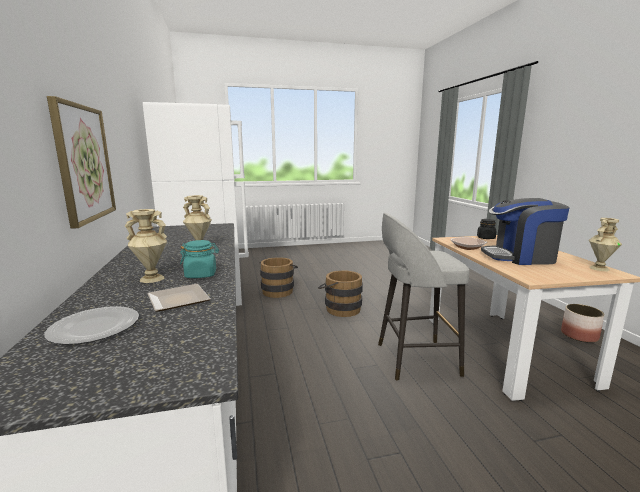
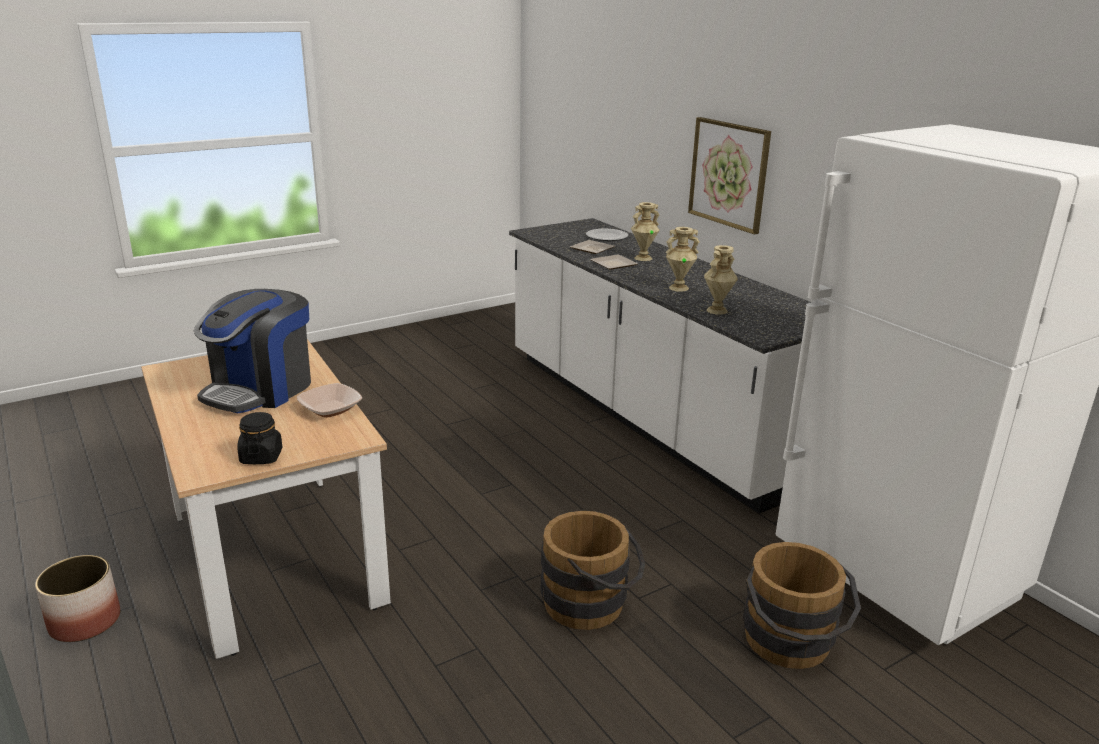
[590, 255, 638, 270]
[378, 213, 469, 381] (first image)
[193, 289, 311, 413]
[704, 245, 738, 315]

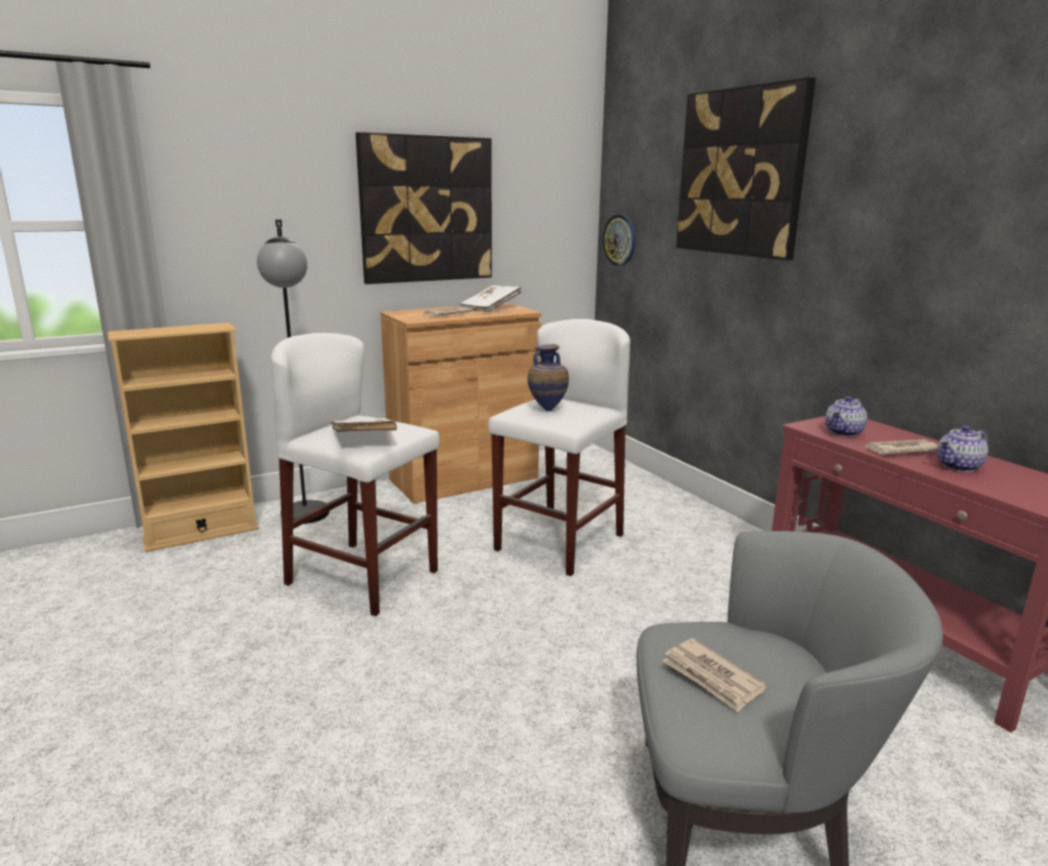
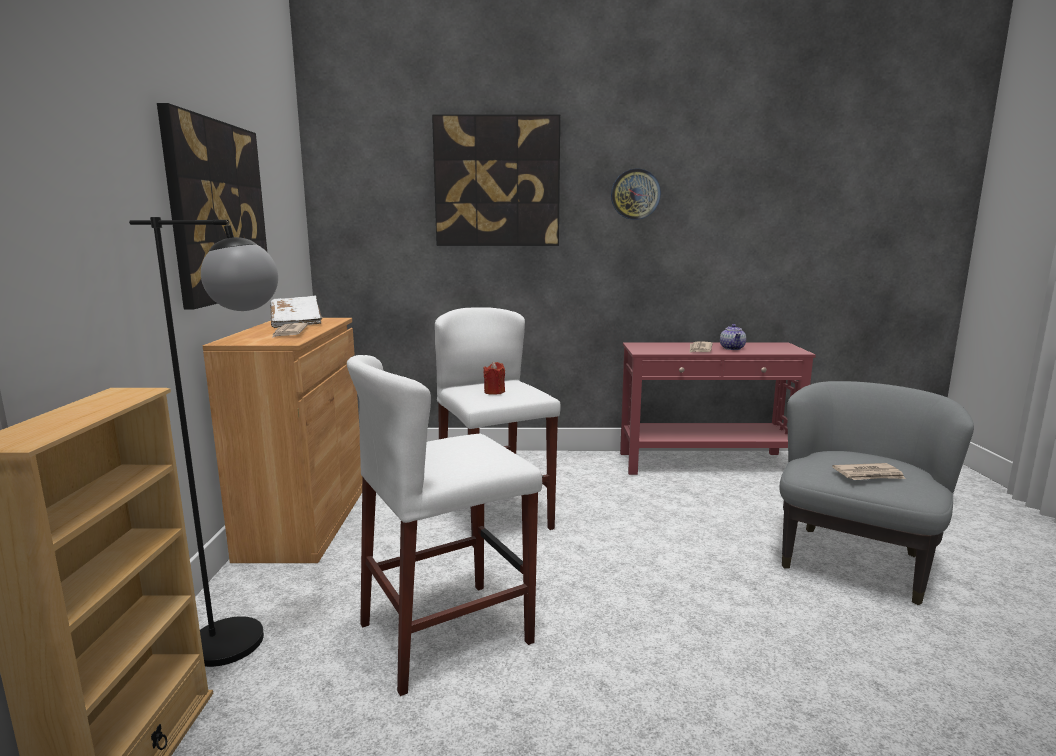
[331, 418, 397, 432] (first image)
[483, 362, 505, 395]
[611, 169, 661, 220]
[825, 396, 867, 437] (first image)

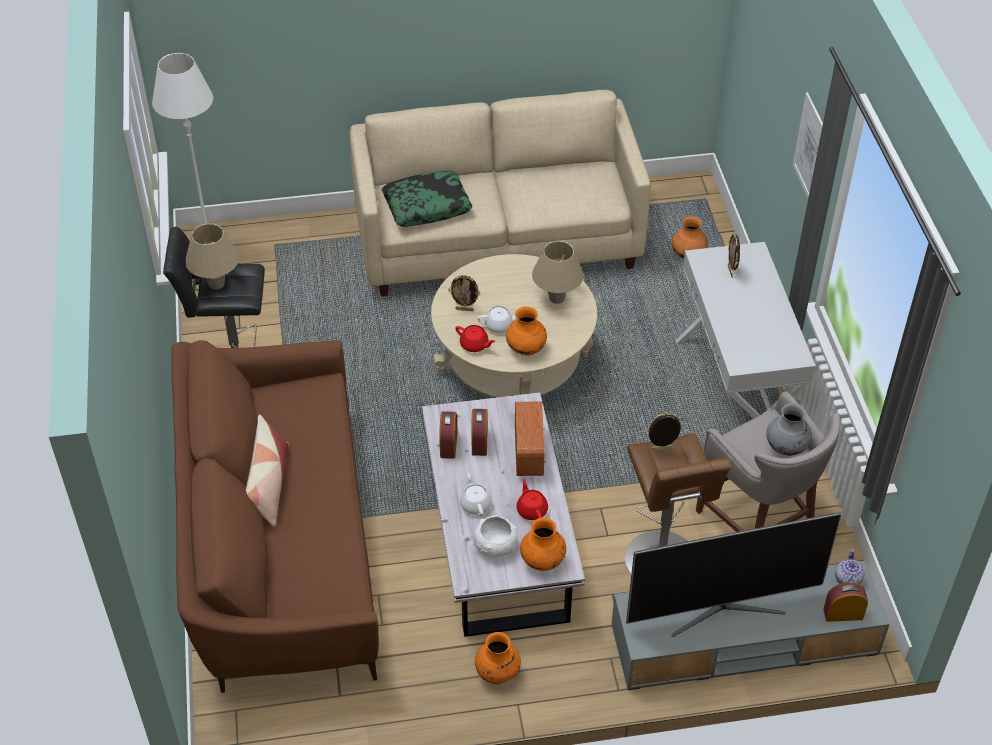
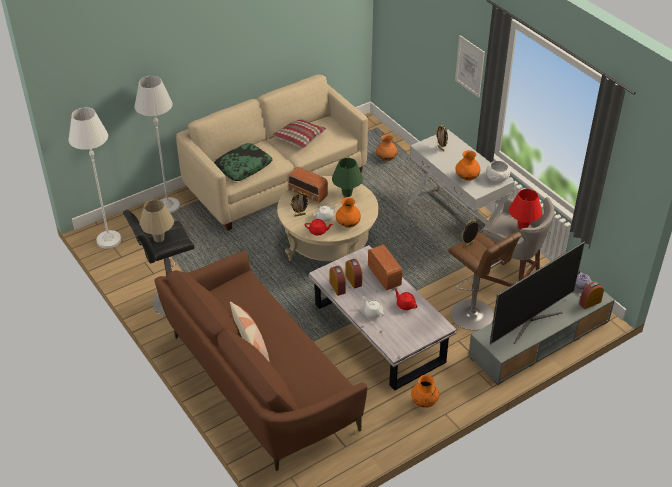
[486, 161, 510, 182]
[455, 150, 480, 181]
[332, 158, 363, 197]
[509, 189, 542, 230]
[135, 76, 180, 214]
[272, 119, 326, 149]
[287, 167, 328, 204]

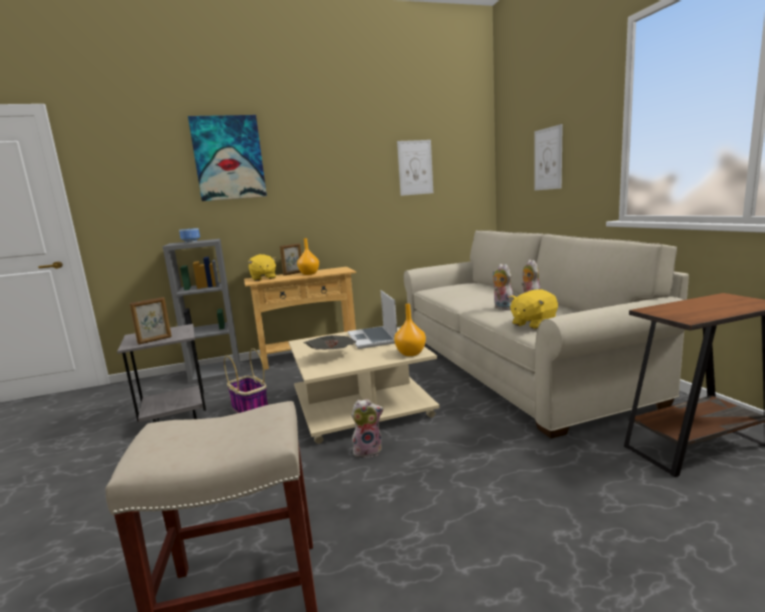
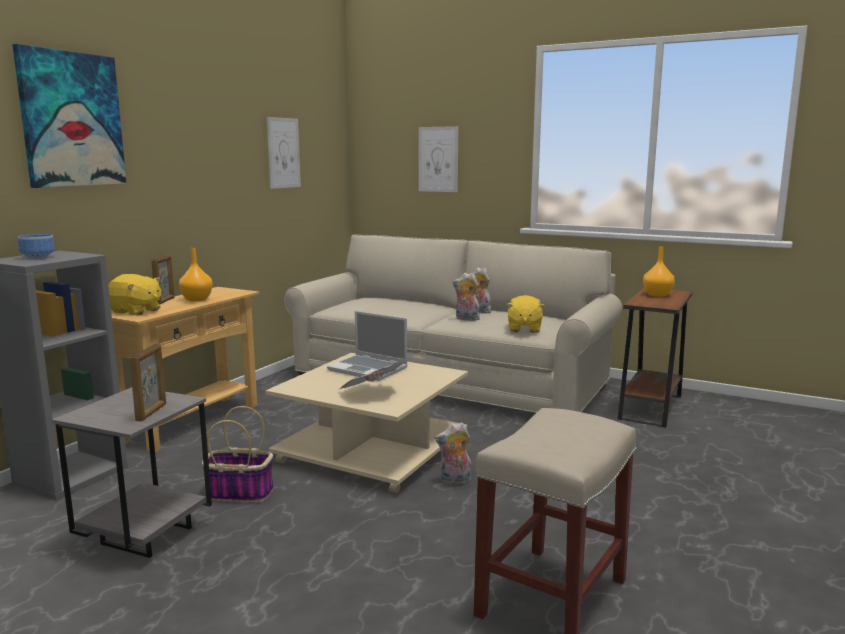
[435, 422, 471, 485]
[643, 246, 675, 297]

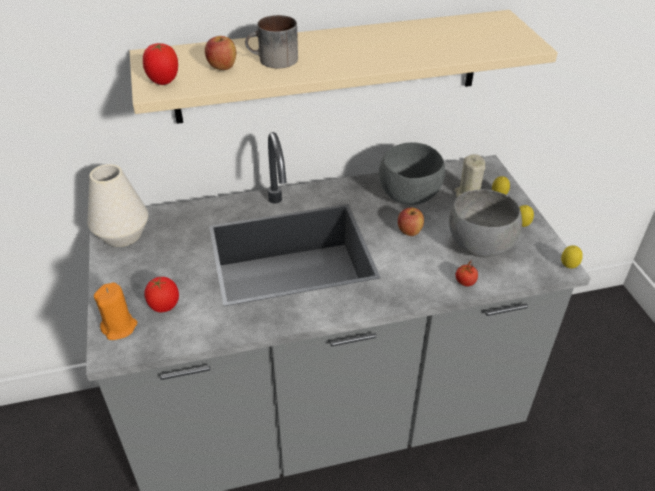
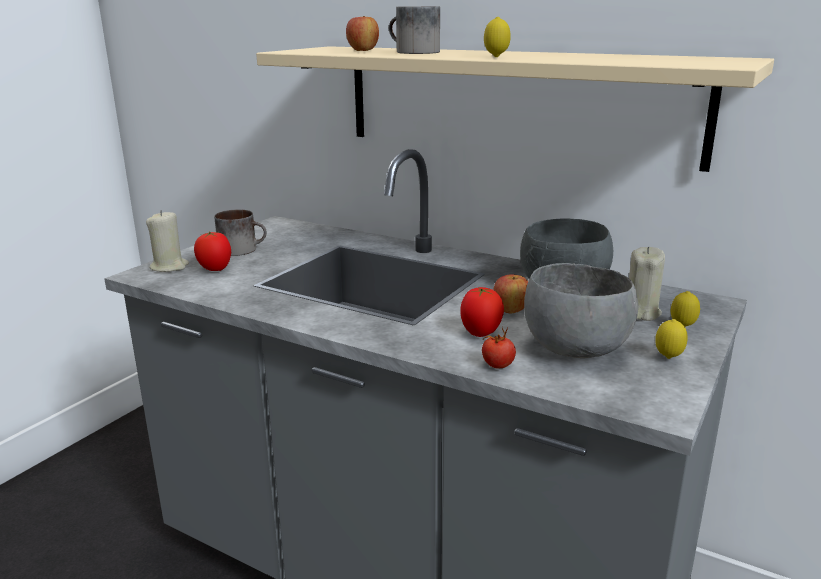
[87, 164, 148, 247] (first image)
[146, 210, 189, 272]
[460, 287, 504, 337]
[484, 17, 511, 57]
[214, 209, 267, 256]

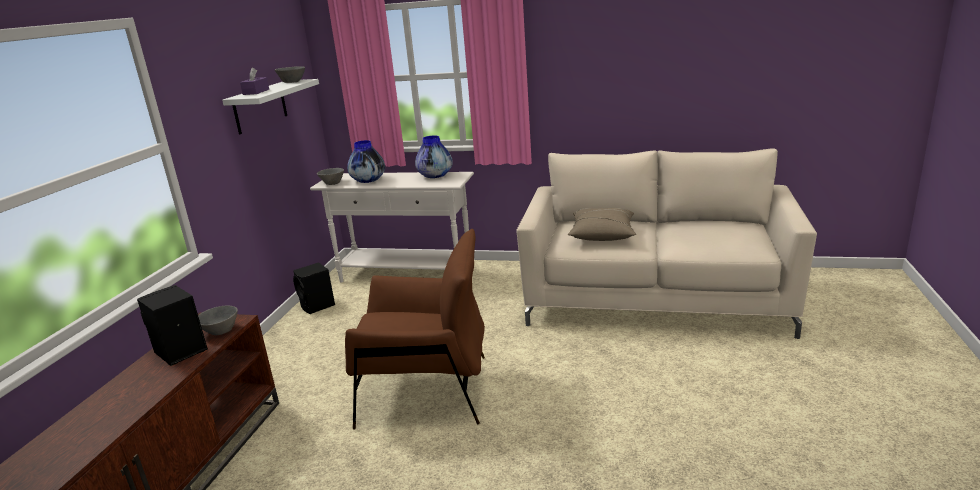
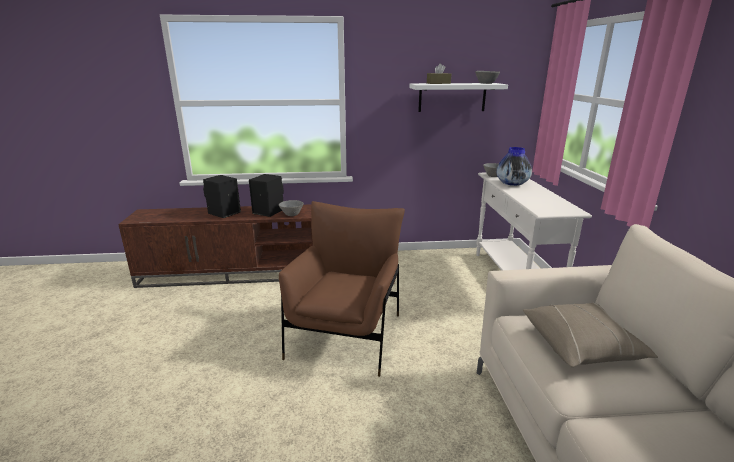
[427, 64, 451, 84]
[203, 175, 241, 218]
[279, 201, 405, 377]
[415, 136, 453, 178] (first image)

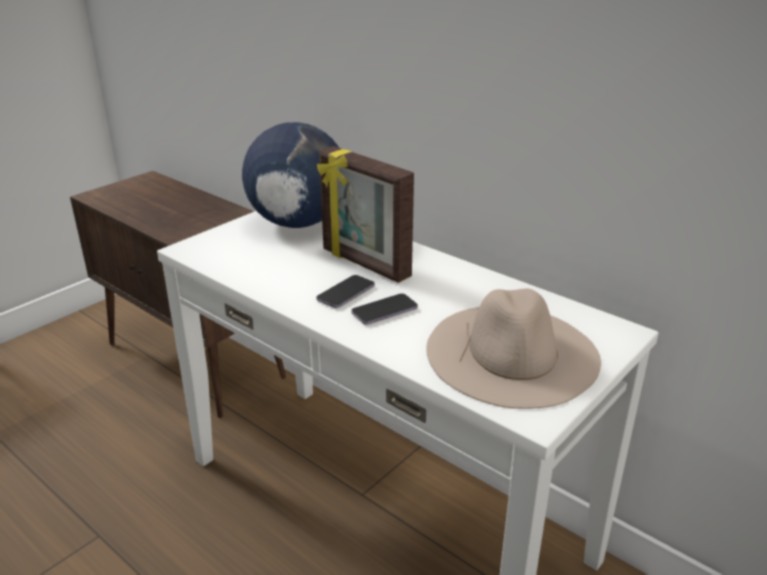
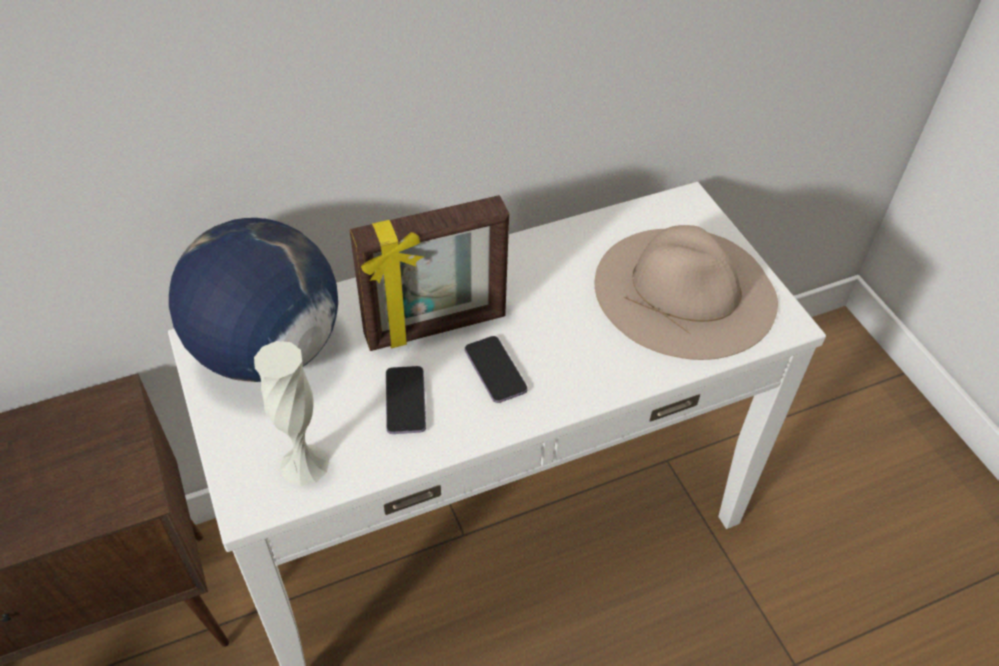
[386, 366, 426, 434]
[254, 341, 329, 486]

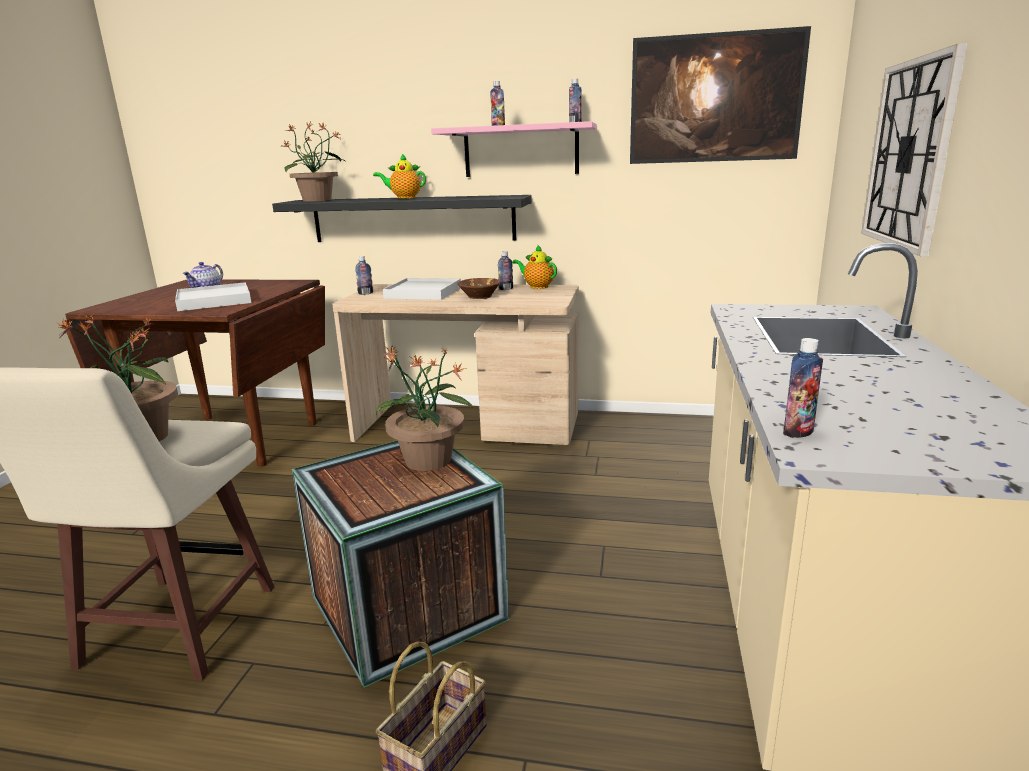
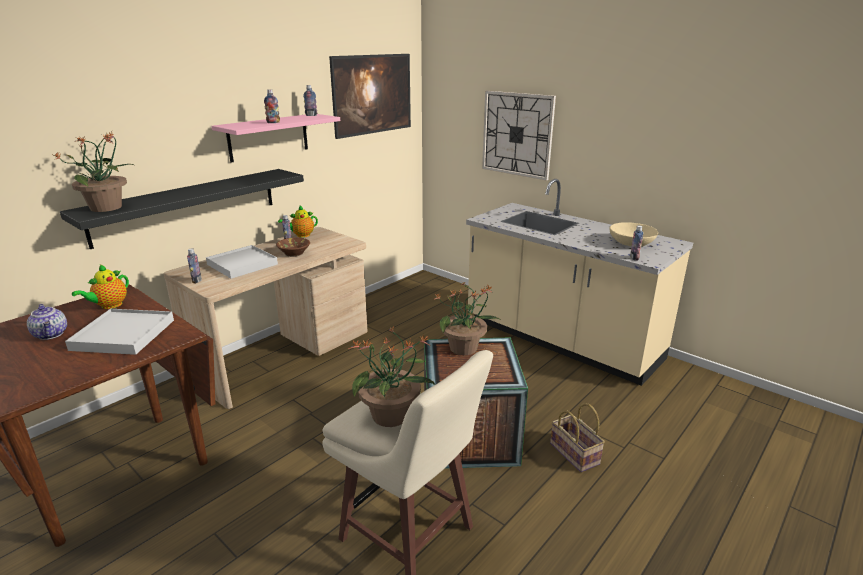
[72, 264, 129, 309]
[609, 222, 658, 247]

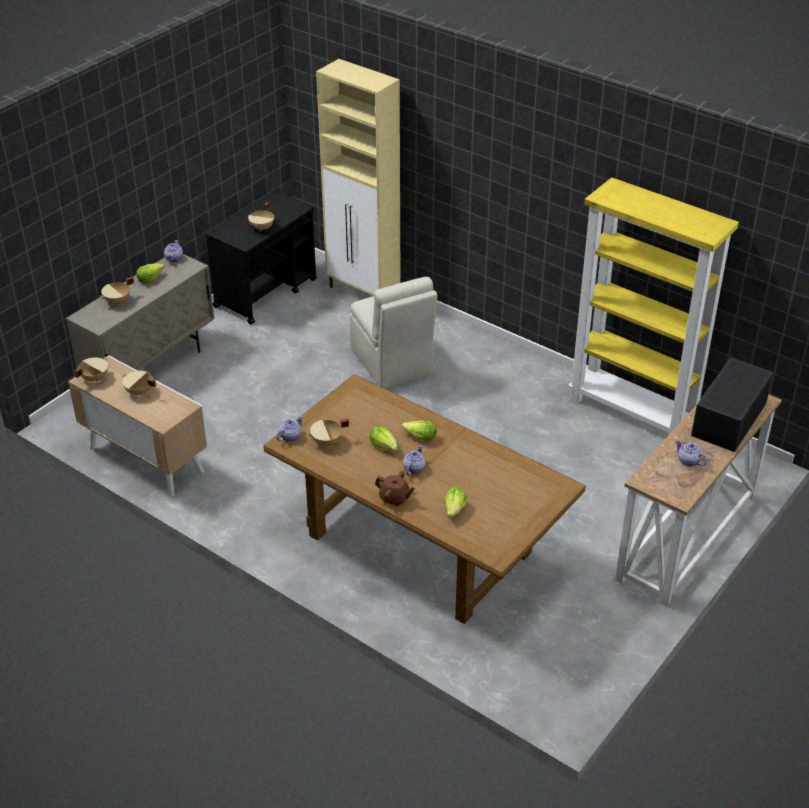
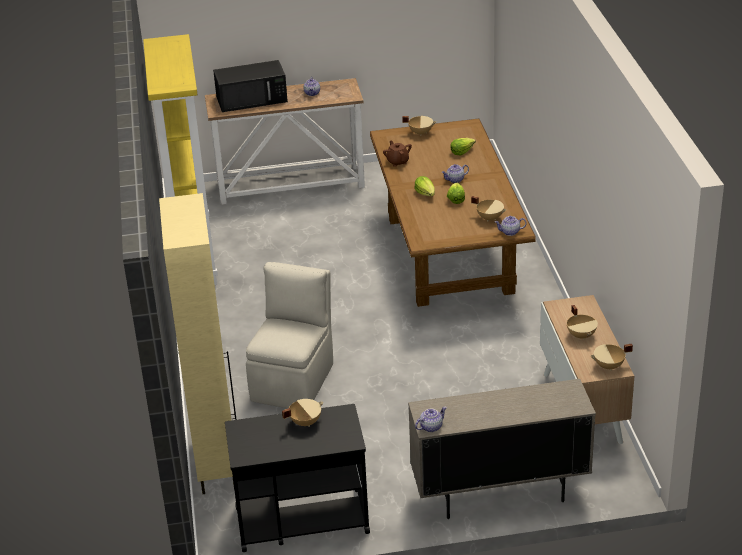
[402, 116, 437, 136]
[137, 263, 164, 284] (first image)
[383, 140, 412, 167]

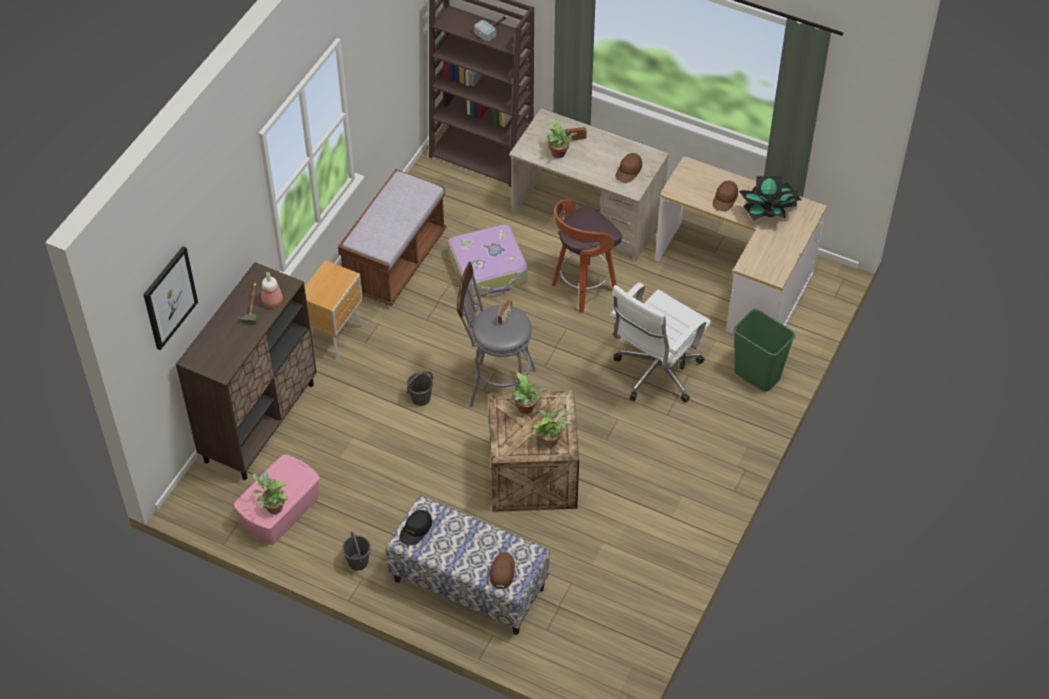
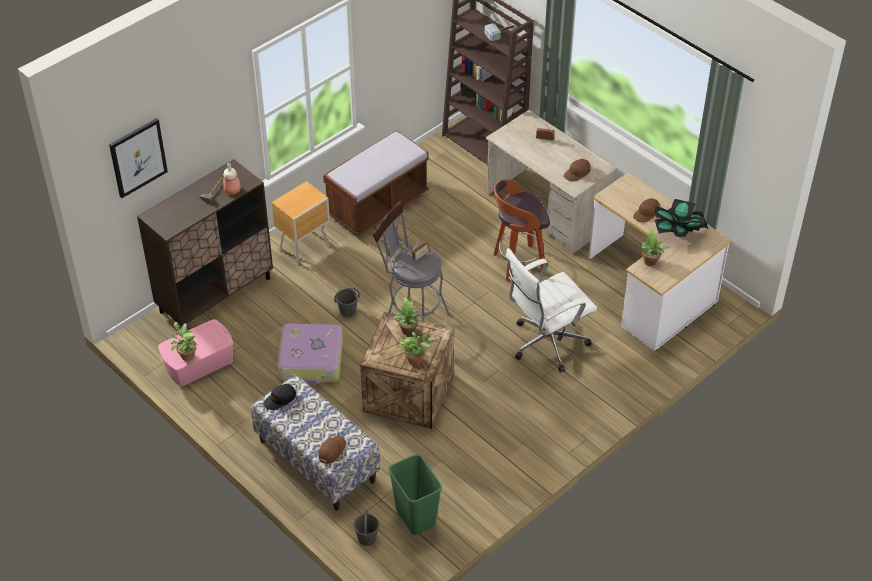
[354, 510, 379, 546]
[277, 323, 343, 384]
[641, 228, 670, 266]
[388, 454, 442, 535]

